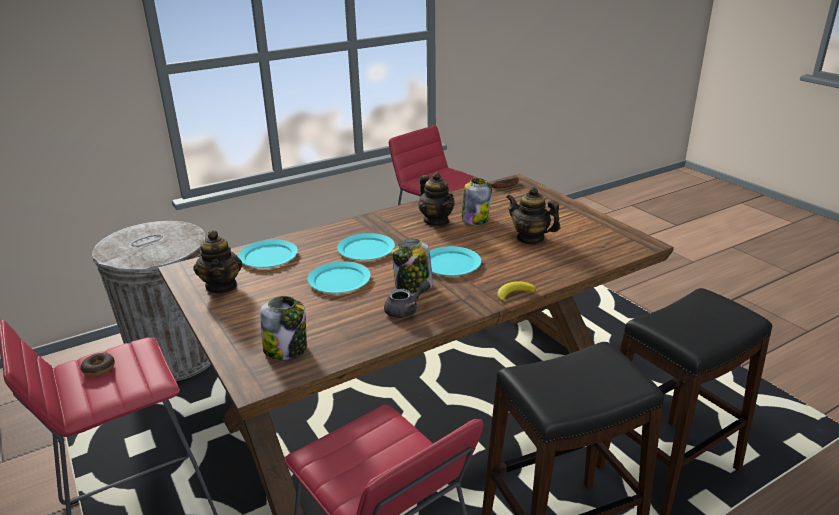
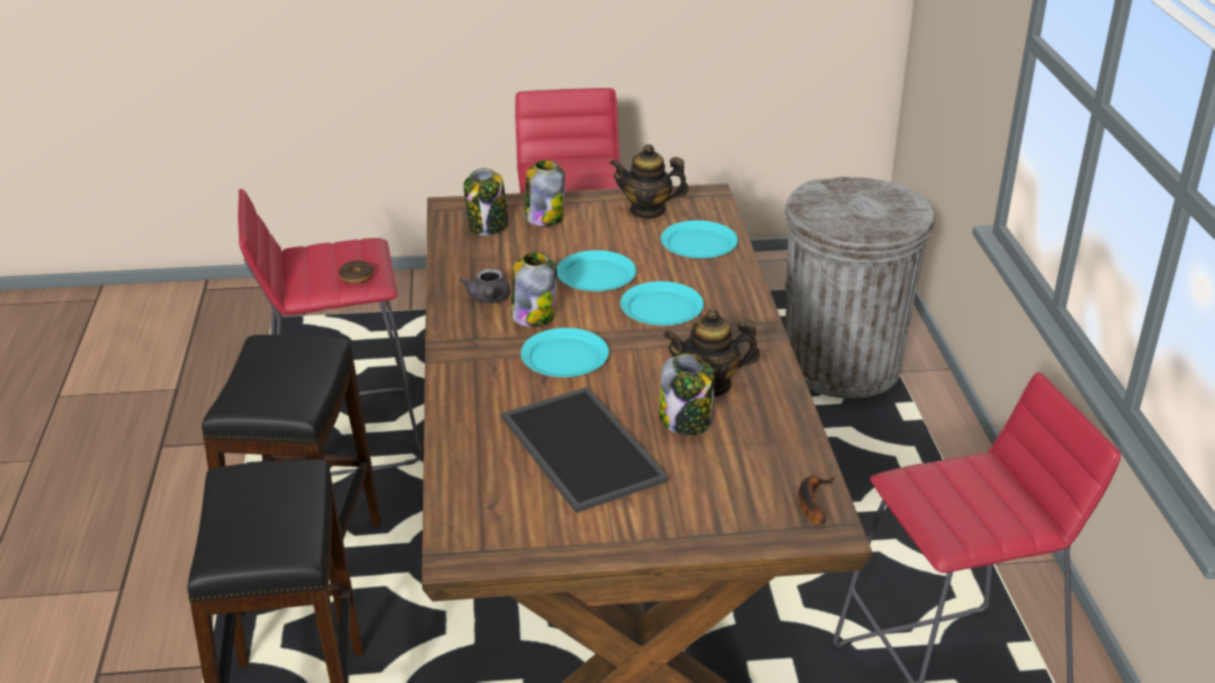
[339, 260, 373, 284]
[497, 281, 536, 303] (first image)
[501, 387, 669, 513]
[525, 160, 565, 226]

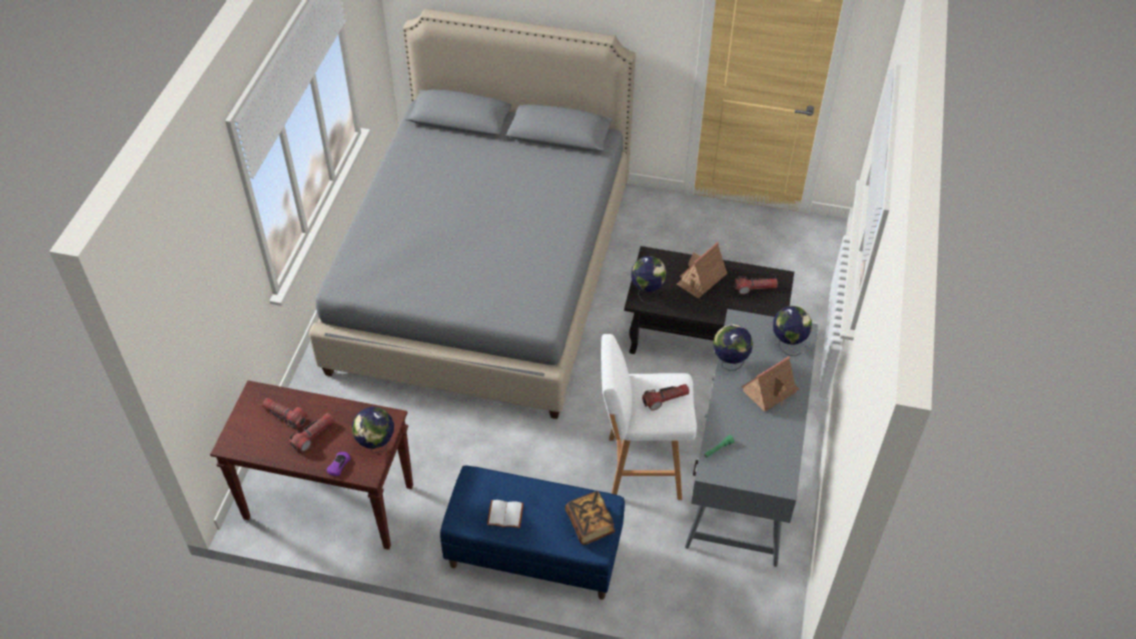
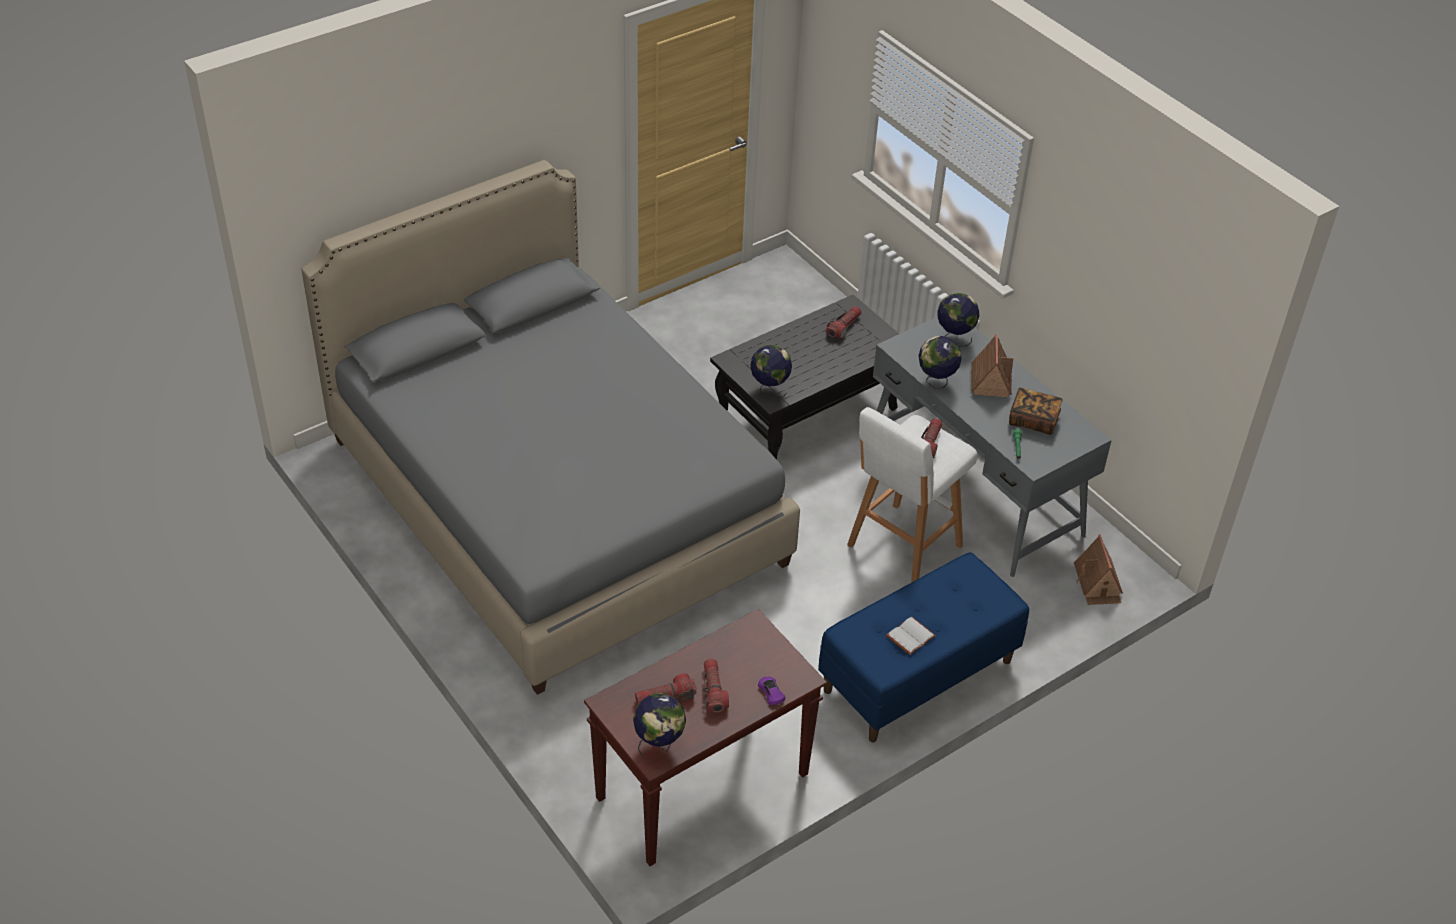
[633, 693, 686, 756]
[1009, 387, 1063, 435]
[1074, 534, 1123, 605]

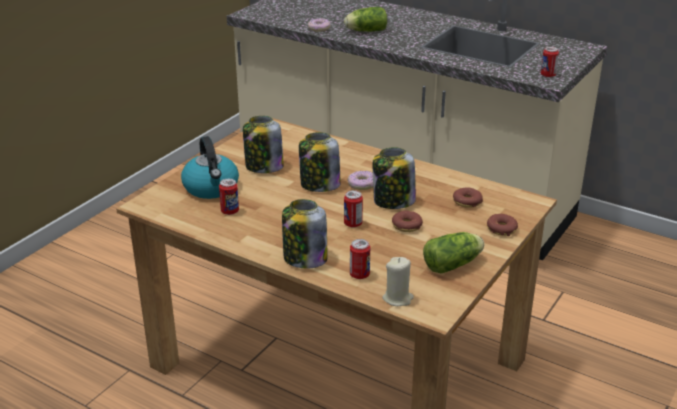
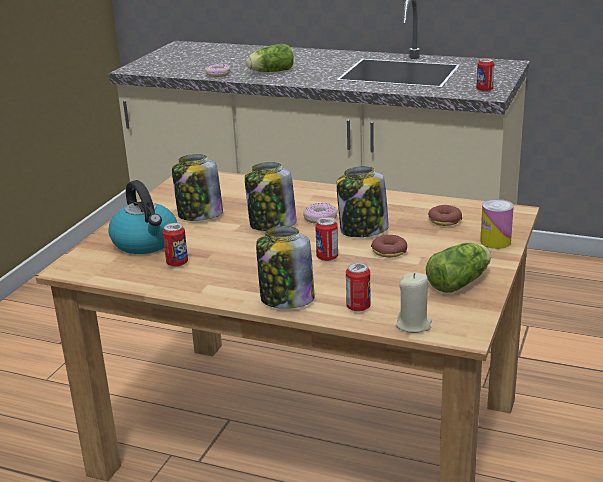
[480, 199, 514, 249]

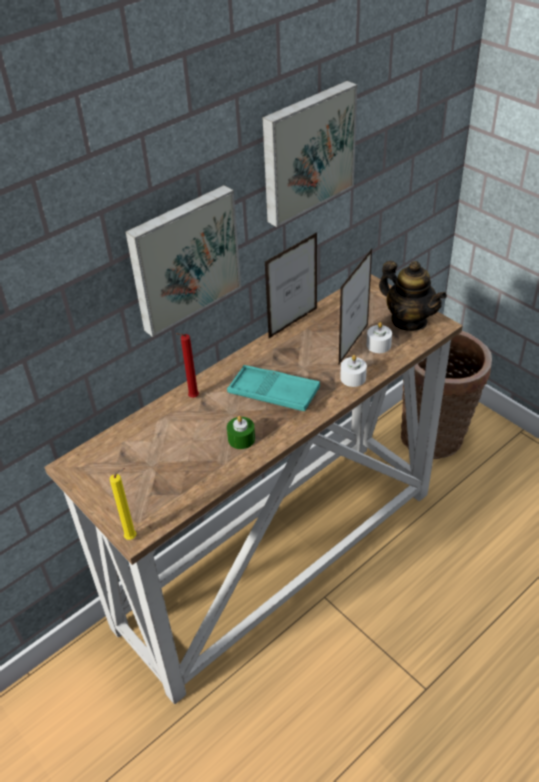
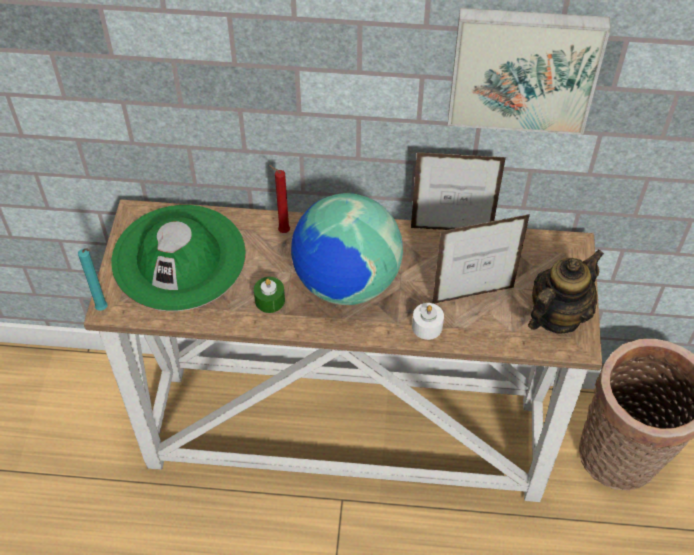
[78, 248, 107, 311]
[126, 185, 241, 337] (first image)
[291, 193, 403, 305]
[367, 322, 392, 353] (first image)
[528, 249, 604, 333]
[111, 205, 246, 311]

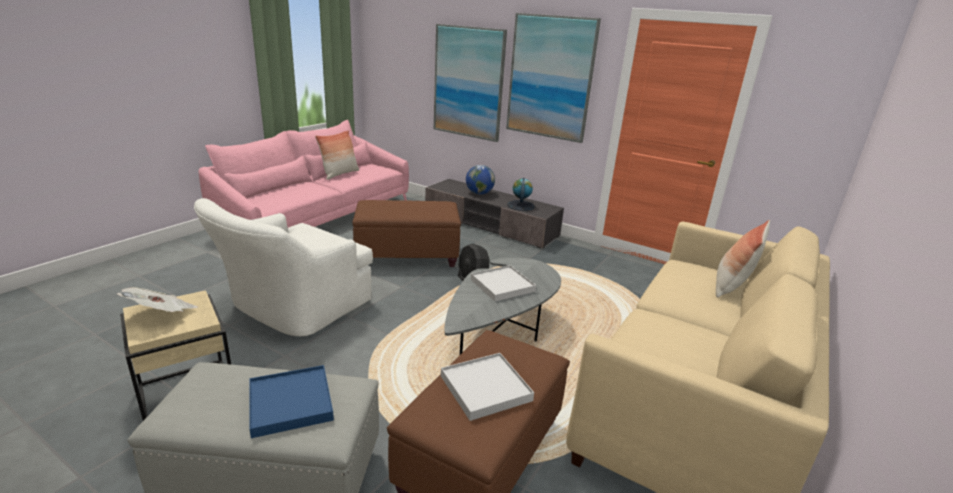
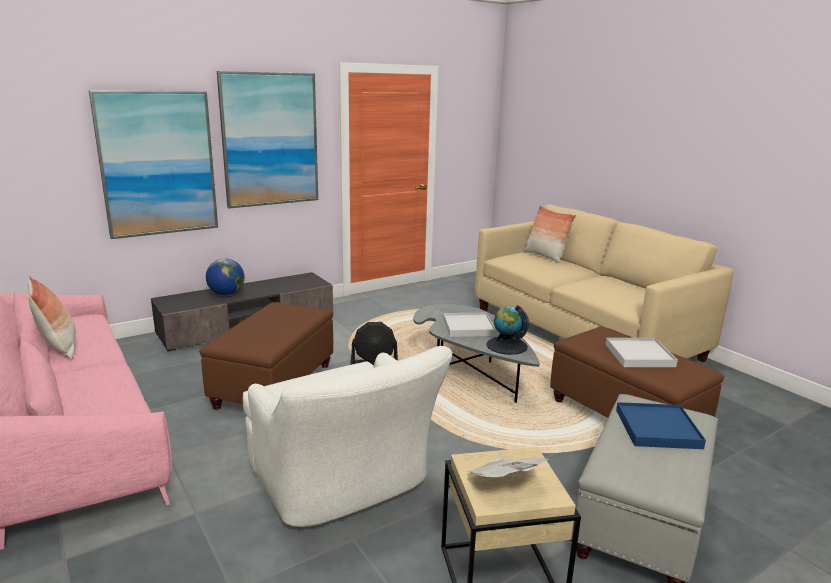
[486, 305, 529, 355]

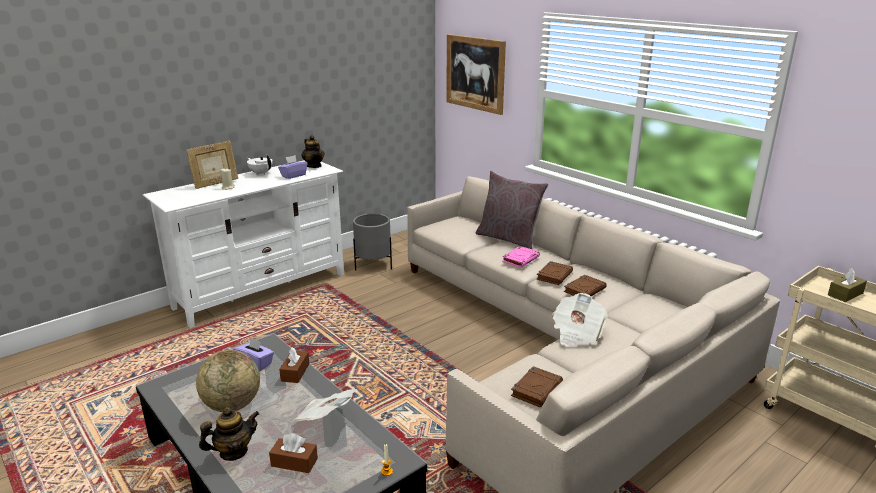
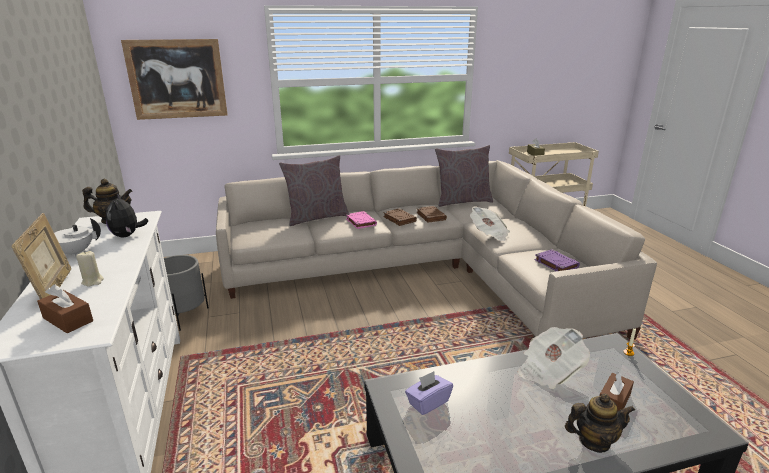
[196, 350, 260, 412] (first image)
[565, 394, 635, 453]
[106, 193, 148, 237]
[37, 284, 93, 333]
[534, 249, 580, 271]
[435, 145, 493, 207]

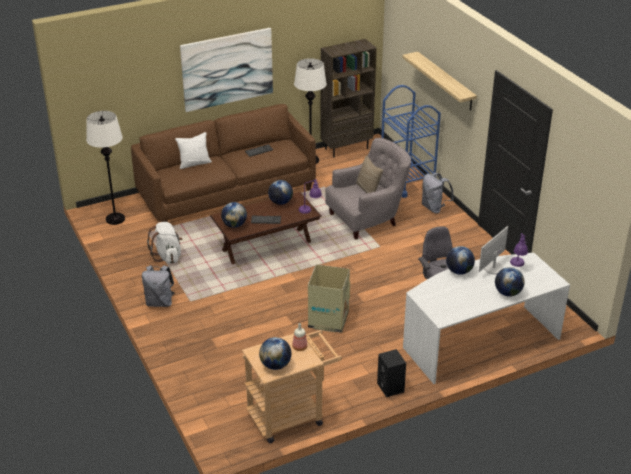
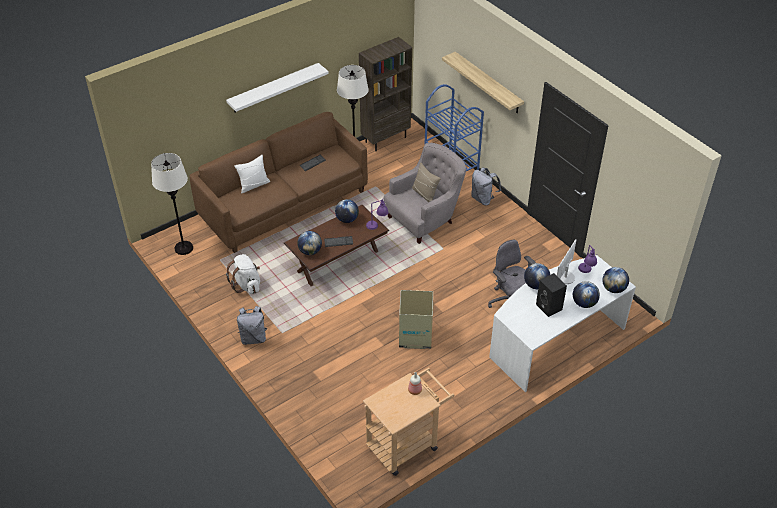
[226, 63, 329, 113]
[602, 267, 629, 293]
[536, 273, 567, 317]

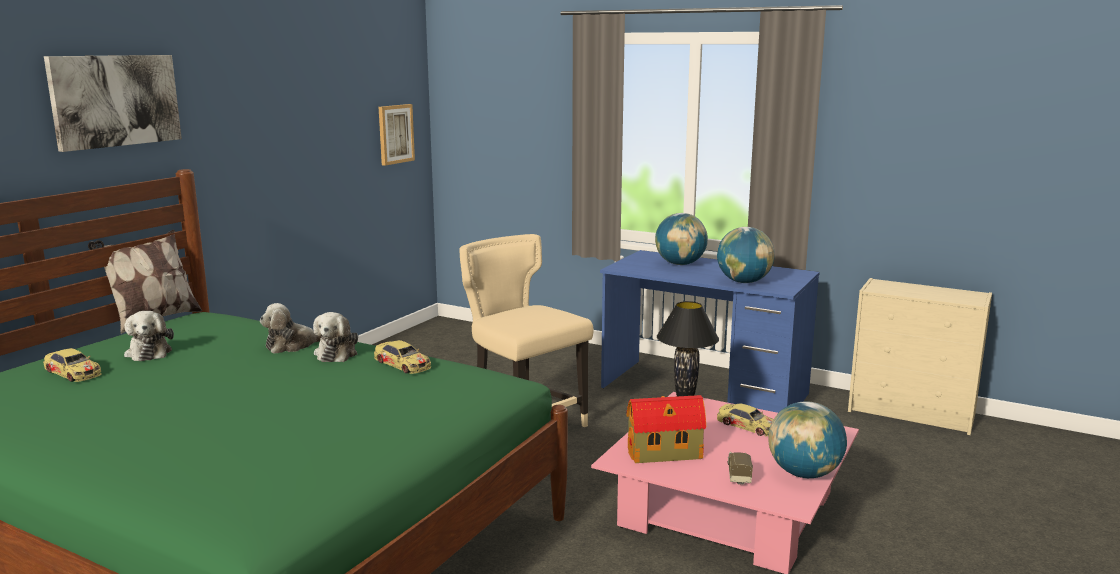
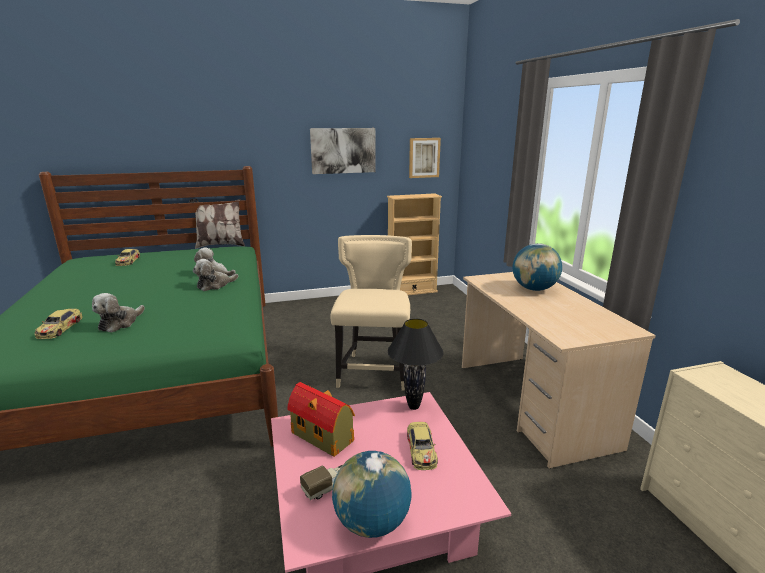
[310, 128, 376, 174]
[92, 293, 145, 332]
[35, 309, 83, 339]
[462, 272, 656, 468]
[717, 227, 775, 283] (first image)
[387, 193, 442, 295]

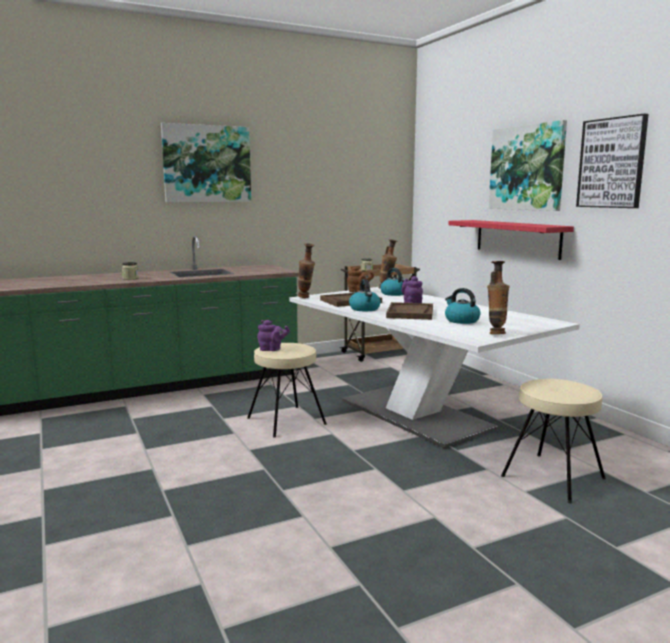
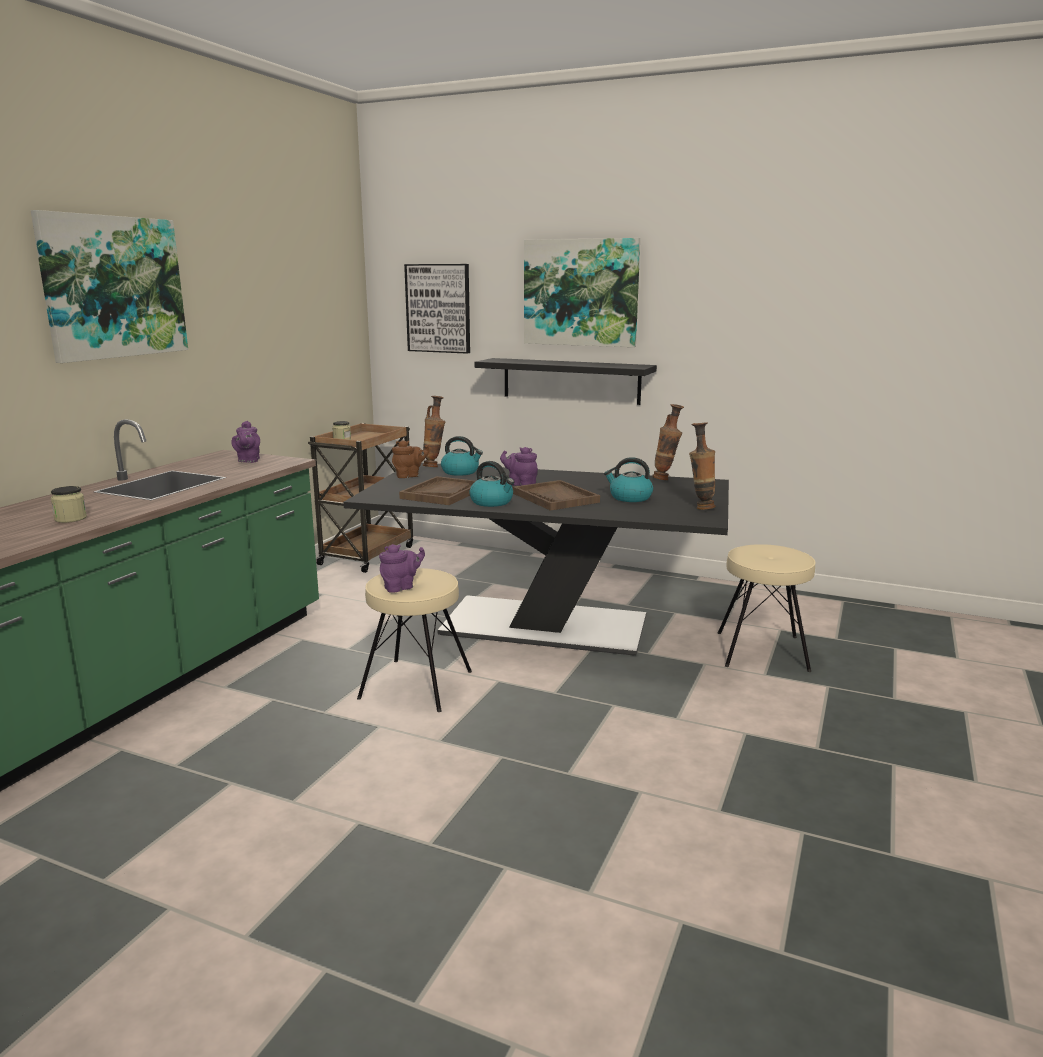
[343, 463, 729, 655]
[652, 404, 684, 480]
[475, 358, 657, 405]
[404, 264, 470, 354]
[231, 421, 260, 463]

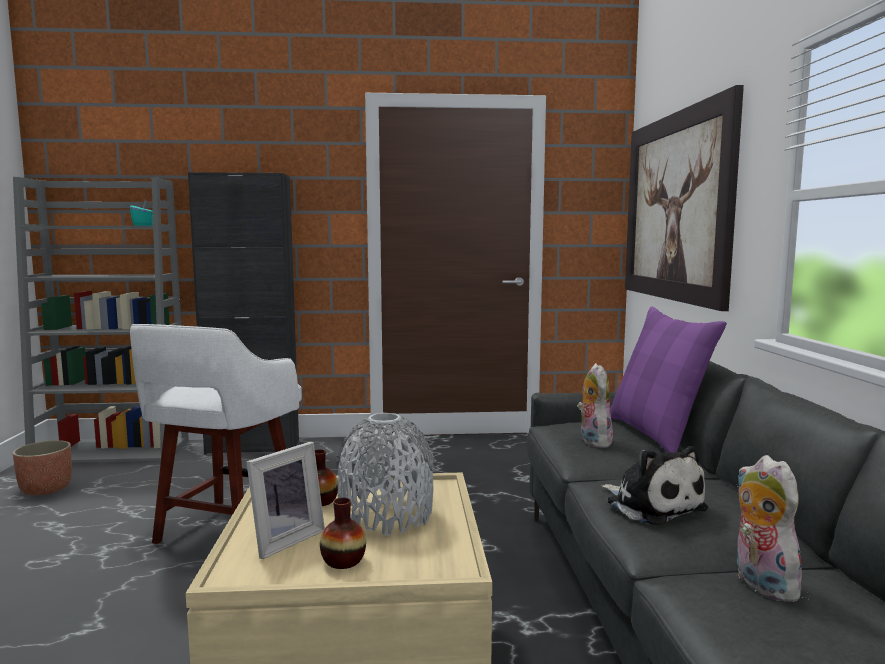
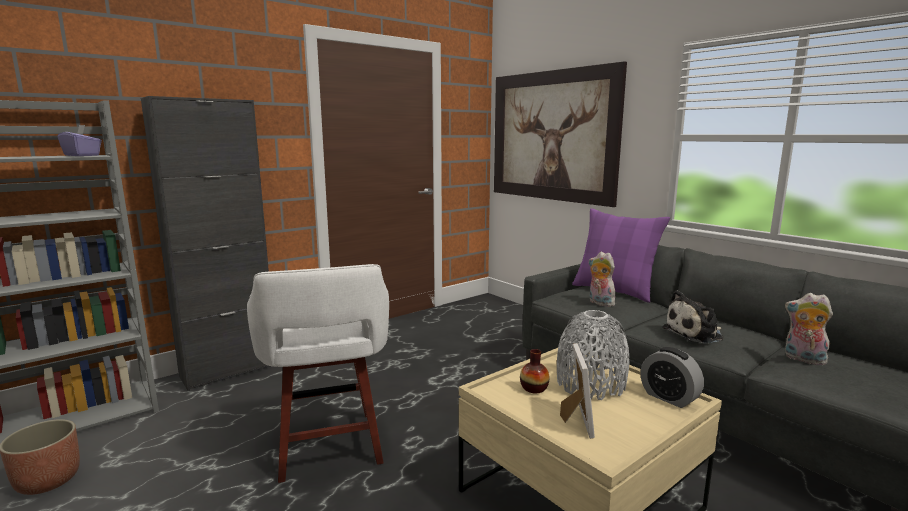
[57, 125, 102, 156]
[320, 497, 366, 569] (first image)
[662, 290, 724, 344]
[640, 347, 704, 408]

